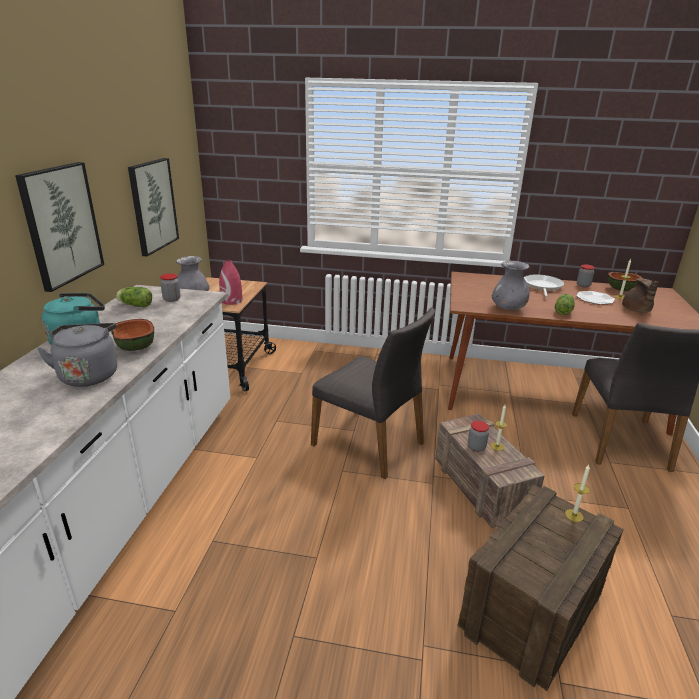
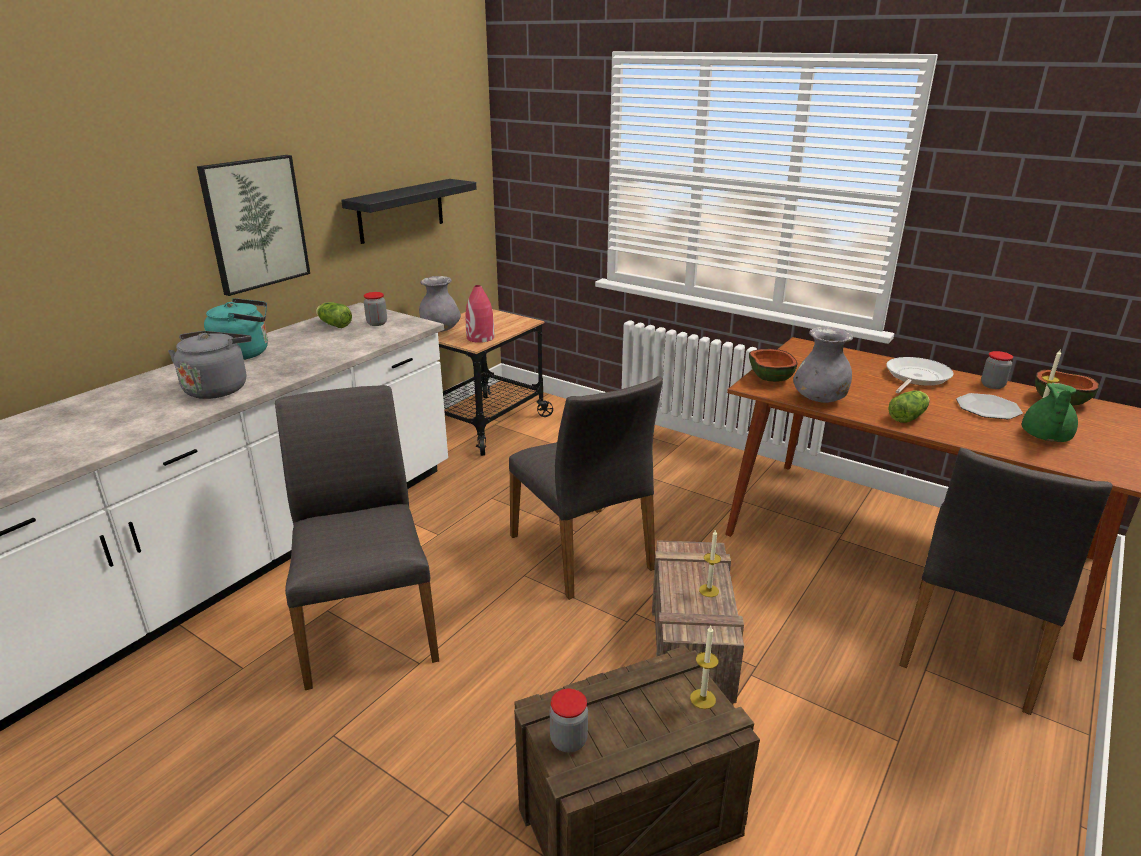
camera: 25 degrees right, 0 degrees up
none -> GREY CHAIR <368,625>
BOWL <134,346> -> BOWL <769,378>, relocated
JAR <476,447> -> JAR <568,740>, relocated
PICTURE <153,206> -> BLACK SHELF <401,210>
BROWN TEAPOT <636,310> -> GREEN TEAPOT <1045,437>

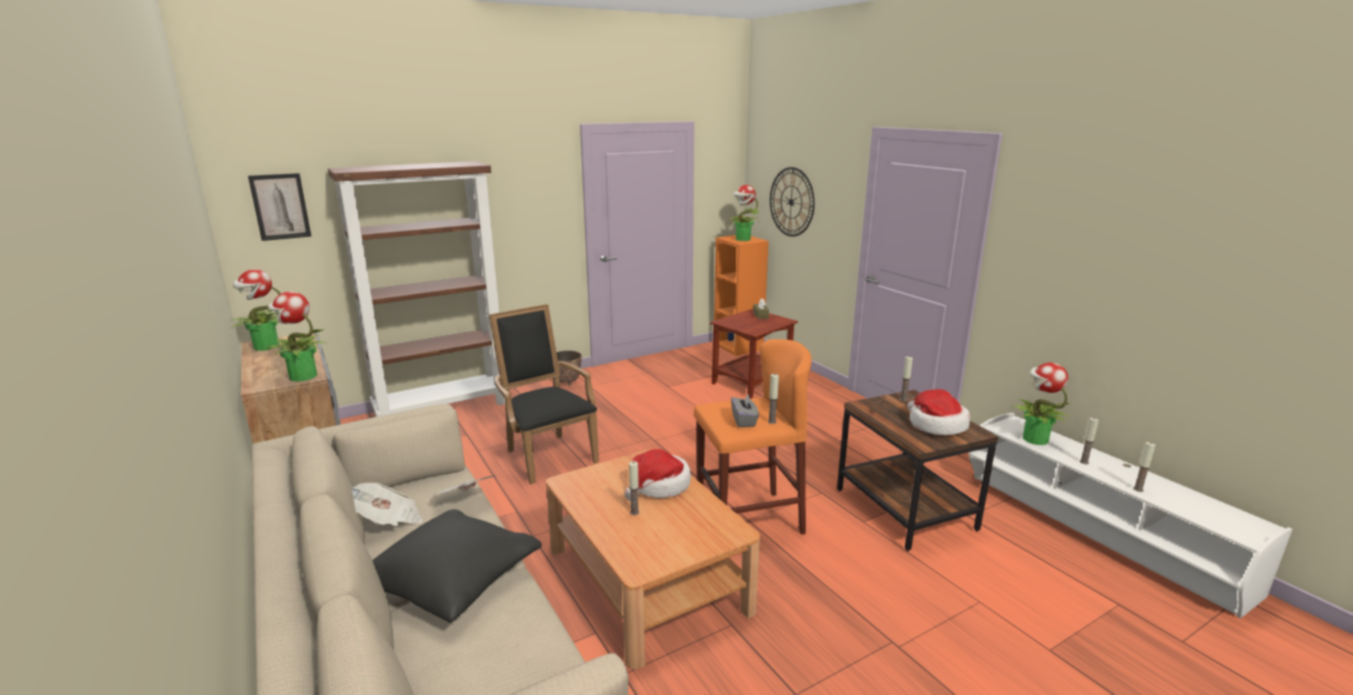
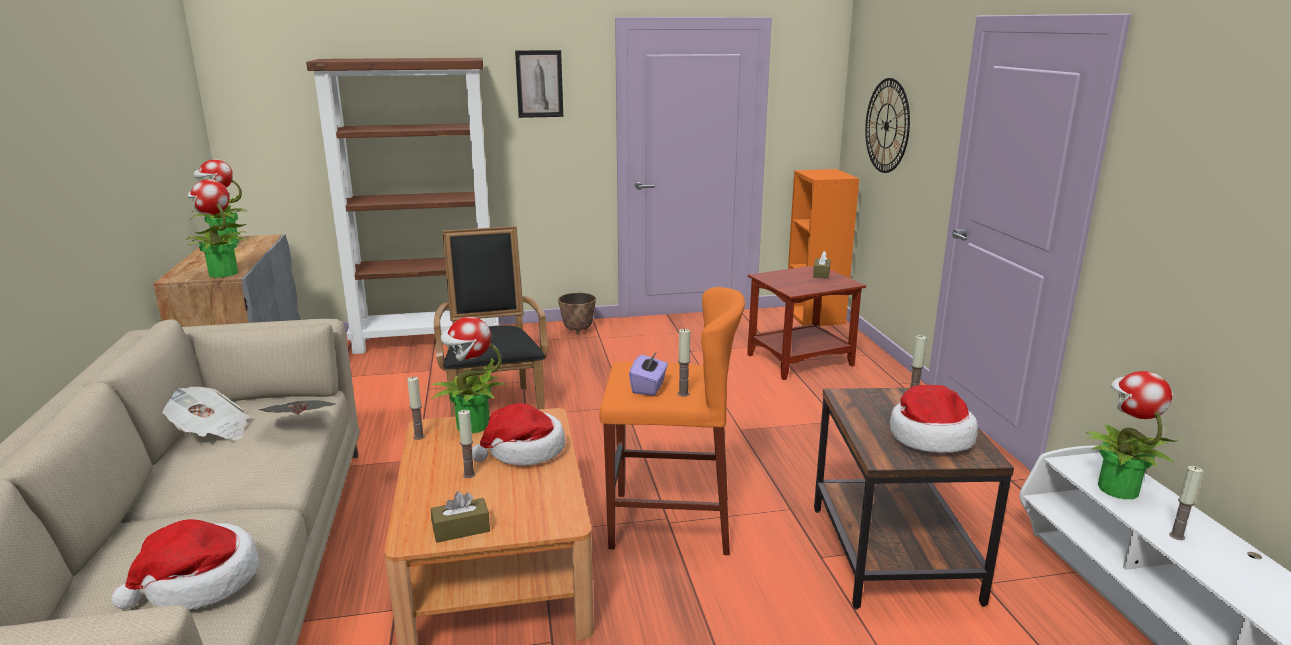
camera: 20 degrees right, 0 degrees up
BLACK PILLOW <453,580> -> none
none -> HAT <199,583>
none -> BROWN TISSUE BOX <461,529>
PICTURE <280,206> -> PICTURE <539,84>, relocated
POTTED PLANT <742,239> -> POTTED PLANT <471,425>, relocated
CANDLE <1138,489> -> CANDLE <419,437>, relocated
GREY TISSUE BOX <744,421> -> PURPLE TISSUE BOX <649,387>

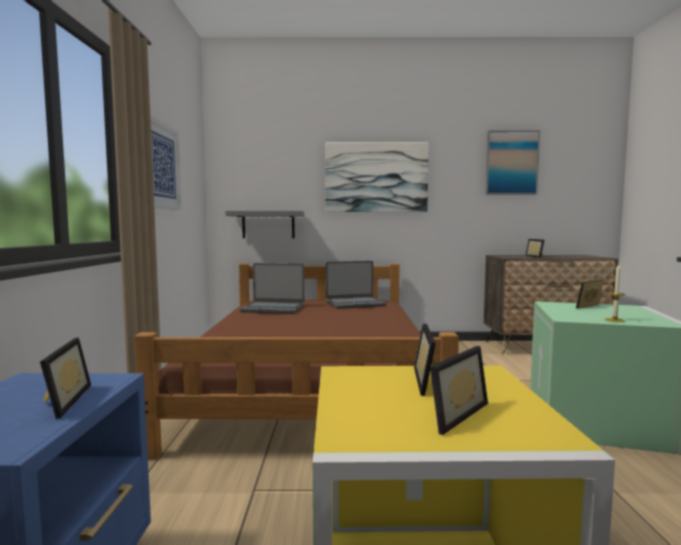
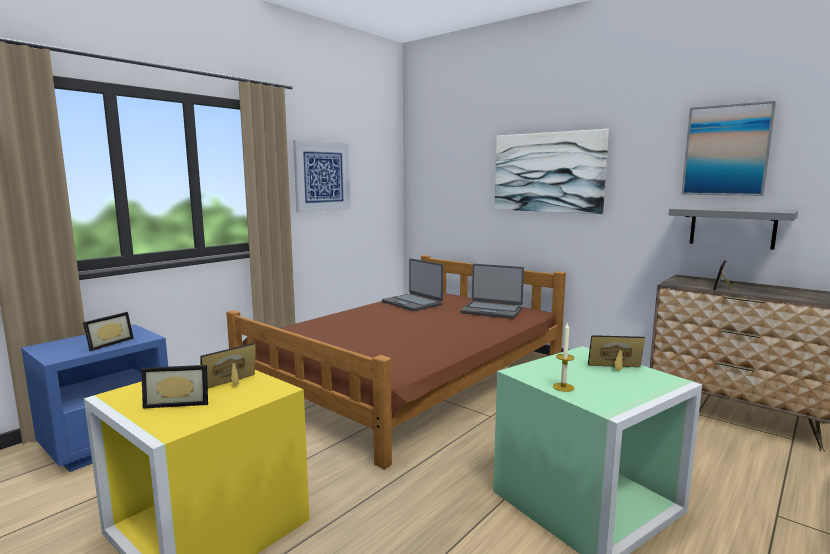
camera: 40 degrees right, 5 degrees up
GREY SHELF <268,224> -> GREY SHELF <732,227>, relocated

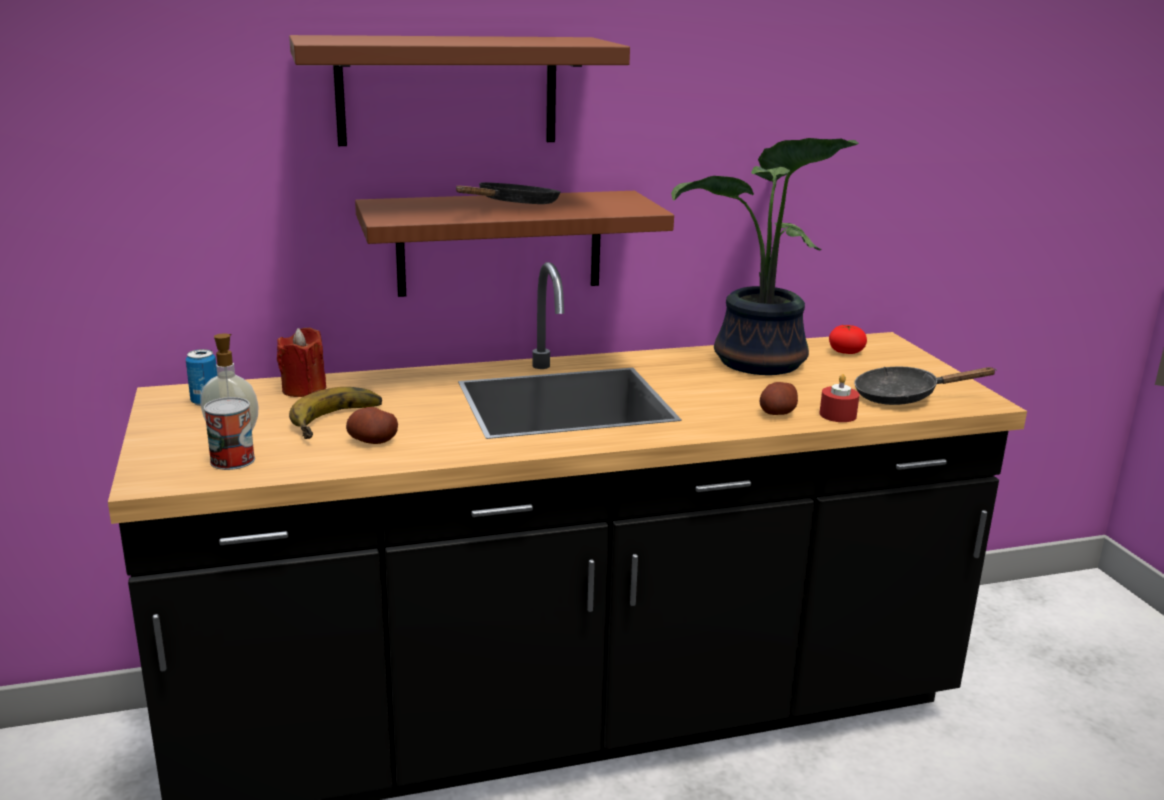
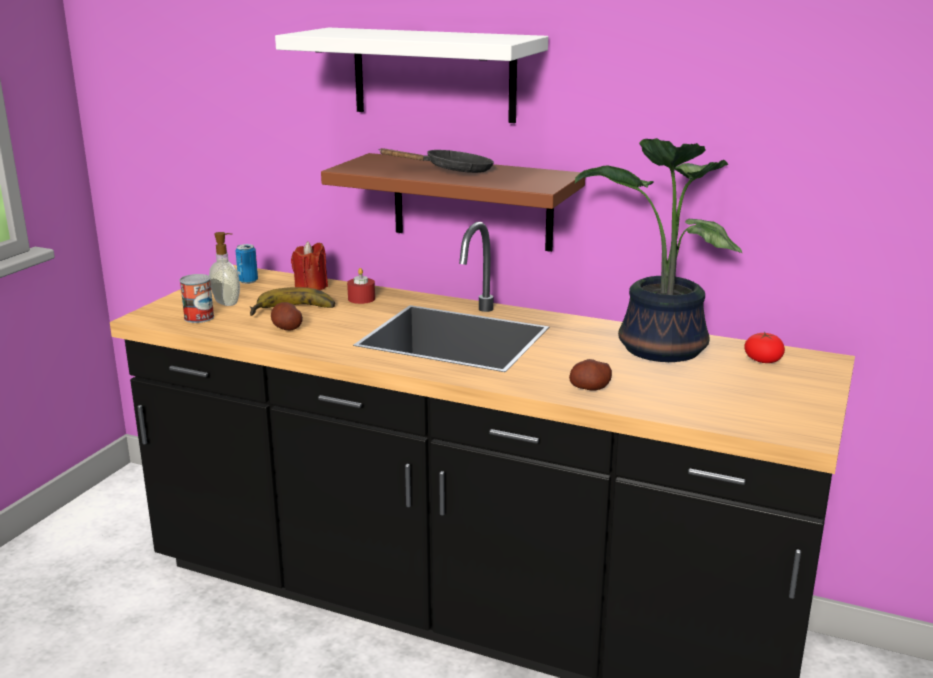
camera: 40 degrees right, 0 degrees up
BLACK FRYING PAN <903,397> -> none
RED CANDLE <837,415> -> RED CANDLE <361,299>, relocated
BROWN SHELF <447,90> -> WHITE SHELF <433,74>

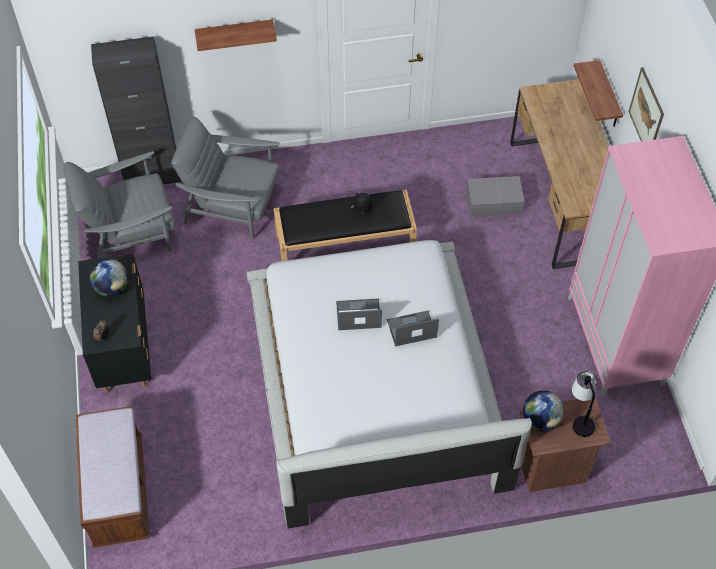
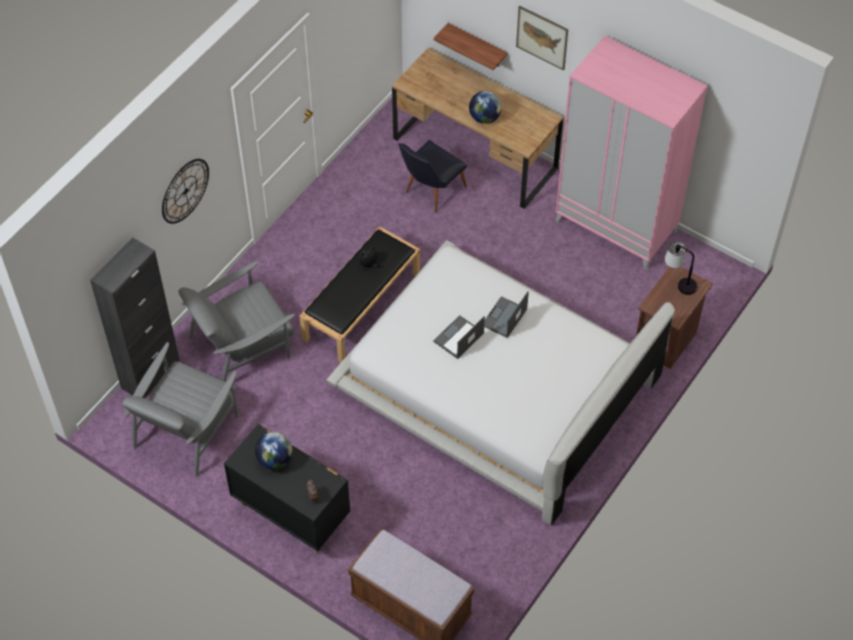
camera: 45 degrees left, 0 degrees up
GLOBE <540,420> -> GLOBE <484,118>, relocated
SHELF <235,34> -> WALL CLOCK <185,191>
GREY STORAGE BOX <493,201> -> BLACK CHAIR <430,192>

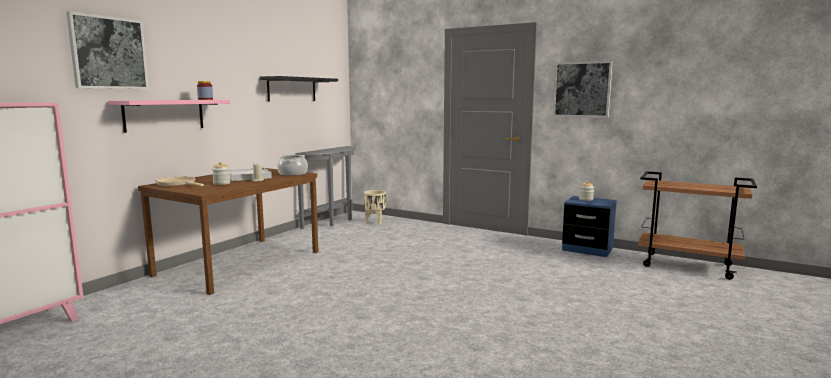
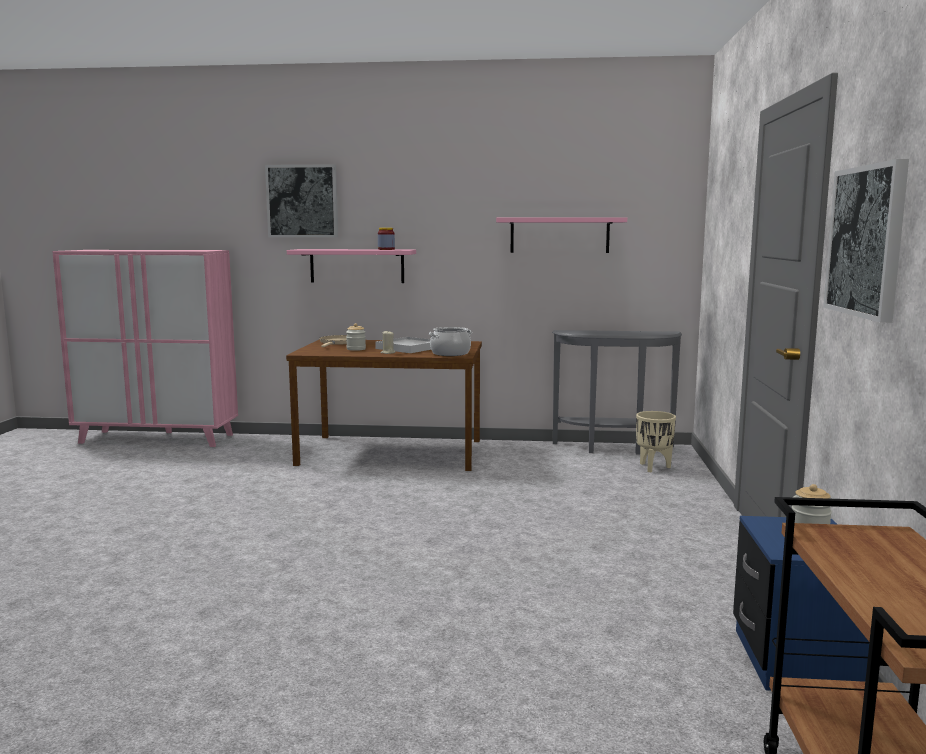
camera: 65 degrees right, 0 degrees up
BLACK SHELF <292,89> -> PINK SHELF <559,235>

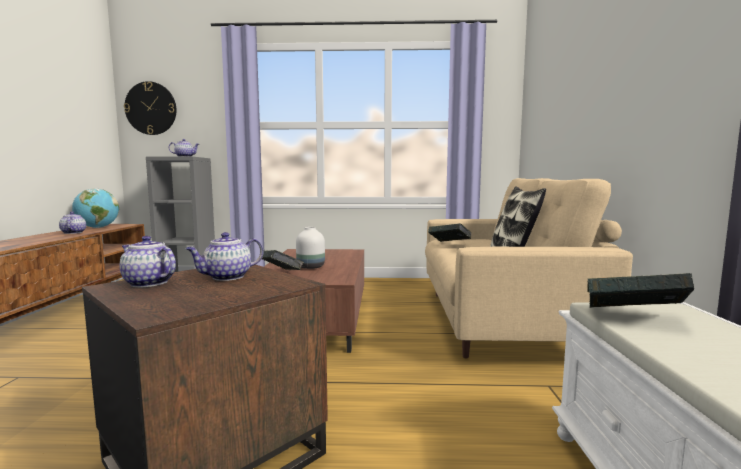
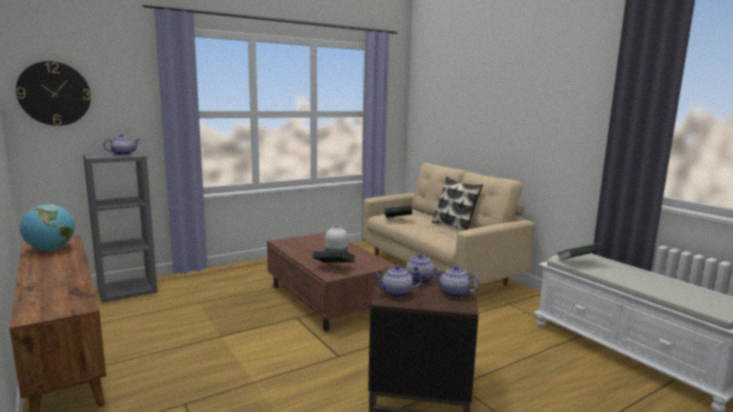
camera: 35 degrees left, 5 degrees up
TEAPOT <73,232> -> TEAPOT <453,293>, relocated

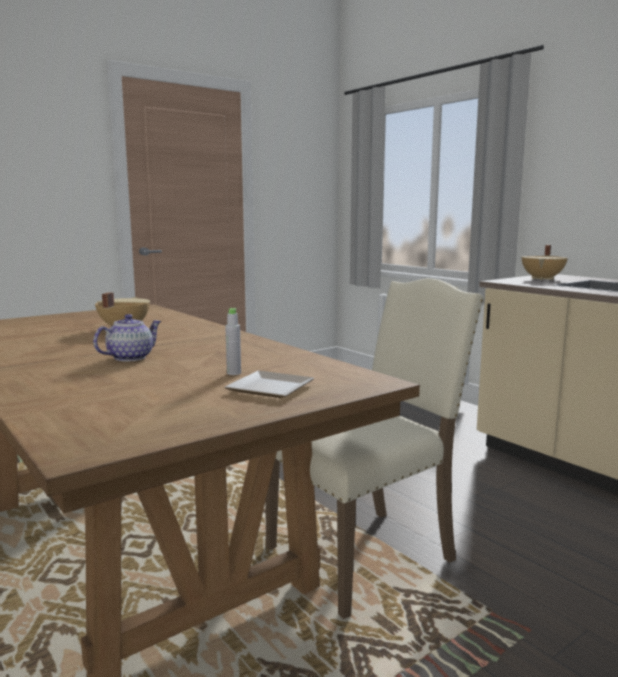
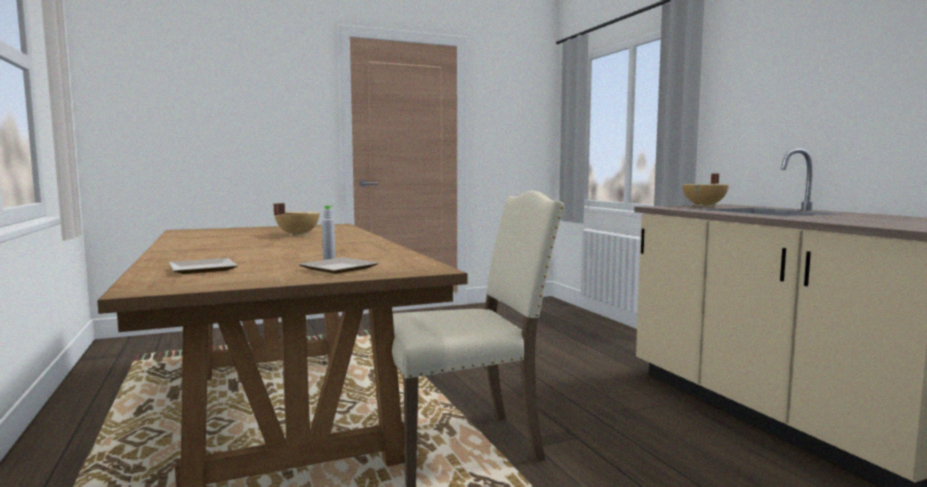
camera: 15 degrees right, 5 degrees down
TEAPOT <130,357> -> none
none -> PLATE <201,270>

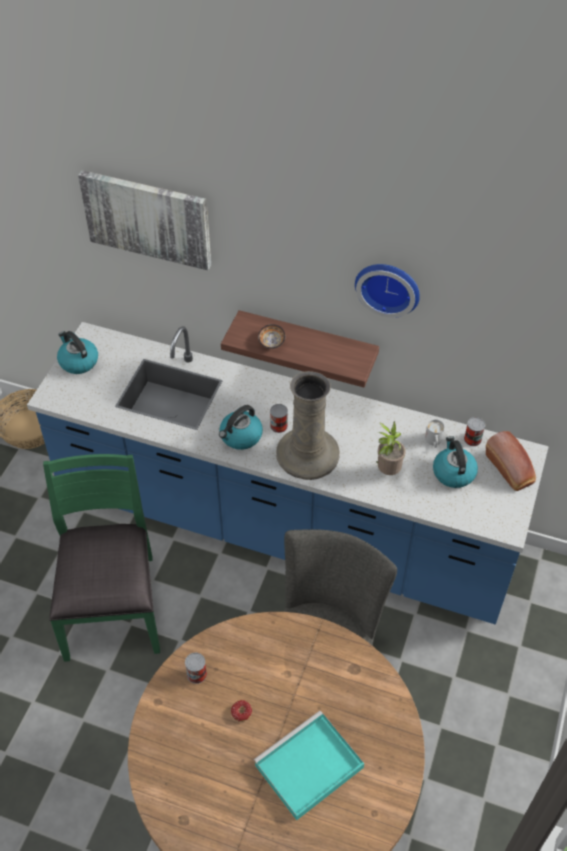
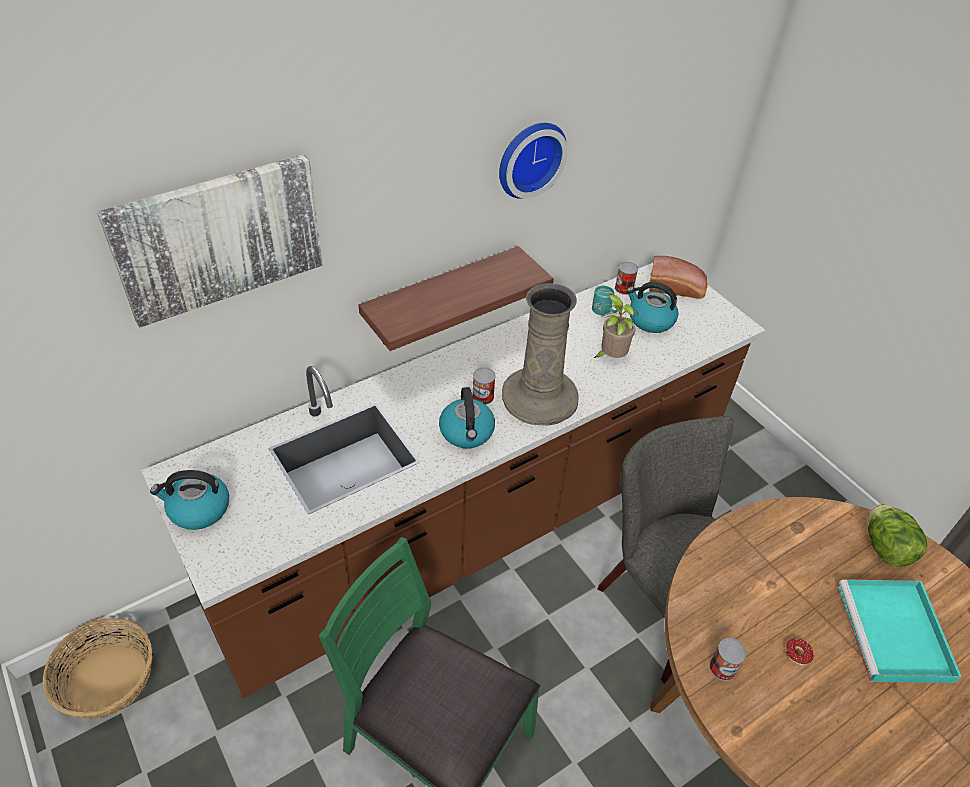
camera: 55 degrees left, 5 degrees down
BOWL <271,342> -> none
none -> LETTUCE <885,548>
BLUE COUNTER <283,526> -> BROWN COUNTER <477,525>
WHITE MUG <433,442> -> TURQUOISE MUG <605,311>

